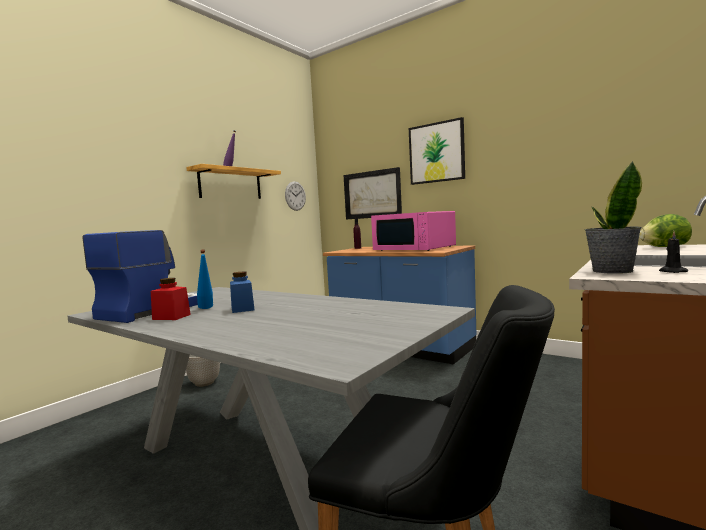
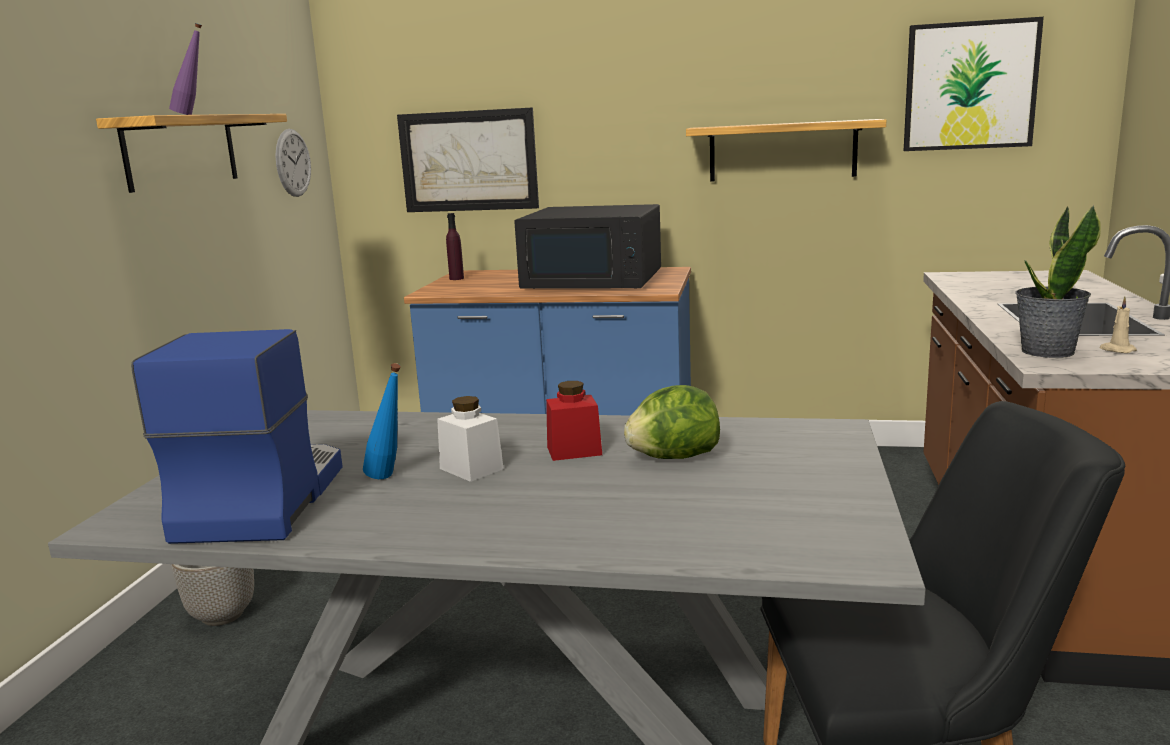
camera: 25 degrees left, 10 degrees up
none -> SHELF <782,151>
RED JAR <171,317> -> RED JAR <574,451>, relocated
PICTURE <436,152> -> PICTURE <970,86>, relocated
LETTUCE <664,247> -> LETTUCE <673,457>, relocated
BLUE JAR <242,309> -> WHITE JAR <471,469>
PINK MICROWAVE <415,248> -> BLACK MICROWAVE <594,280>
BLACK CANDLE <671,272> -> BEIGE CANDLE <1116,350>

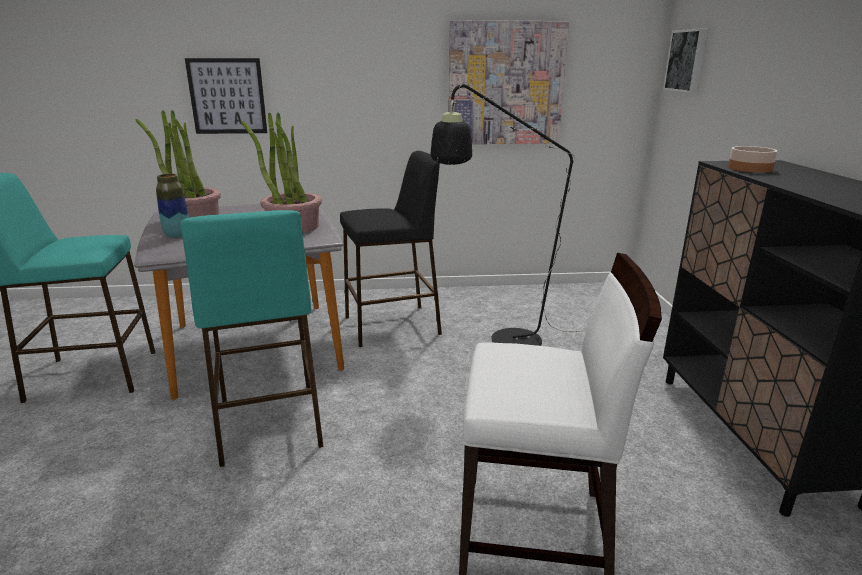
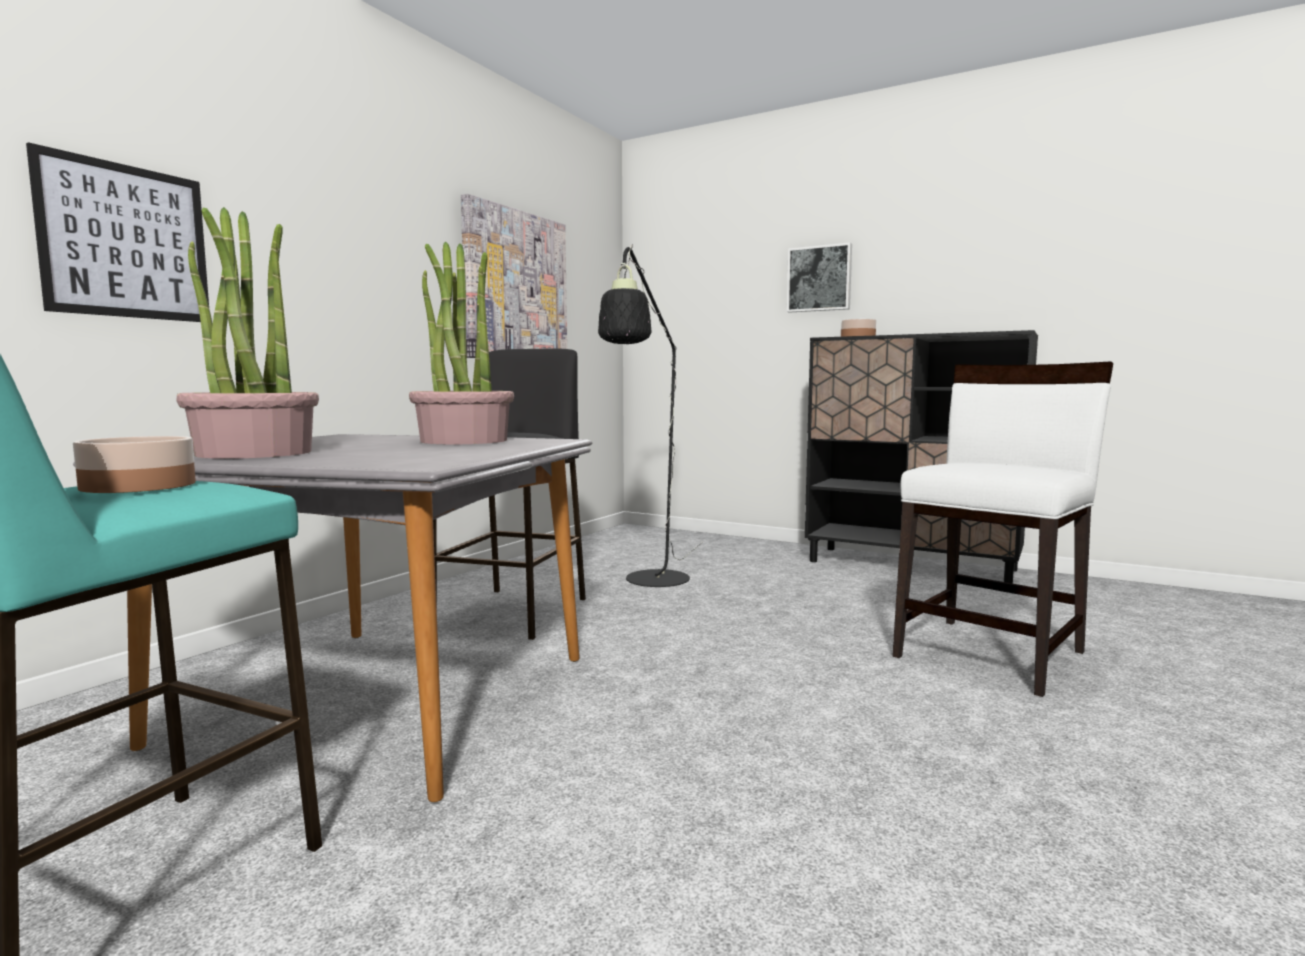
camera: 55 degrees left, 15 degrees down
VASE <177,236> -> none
TURQUOISE STOOL <269,422> -> none
none -> BOWL <138,485>
PICTURE <687,61> -> PICTURE <819,279>, relocated

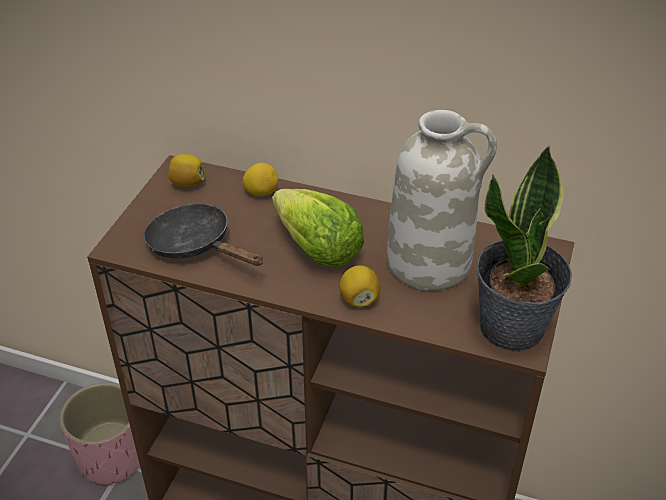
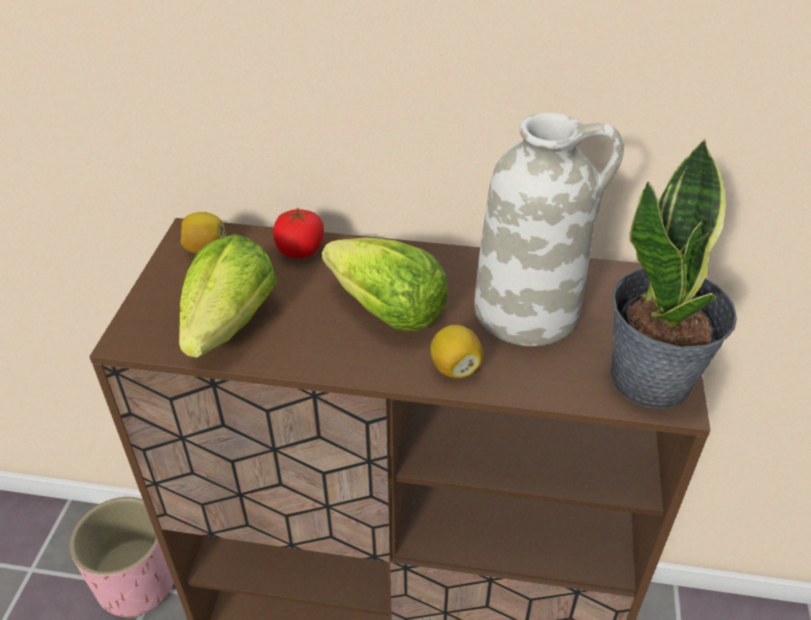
camera: 10 degrees left, 0 degrees up
BLACK FRYING PAN <195,245> -> LETTUCE <231,324>
LEMON <261,192> -> TOMATO <300,250>

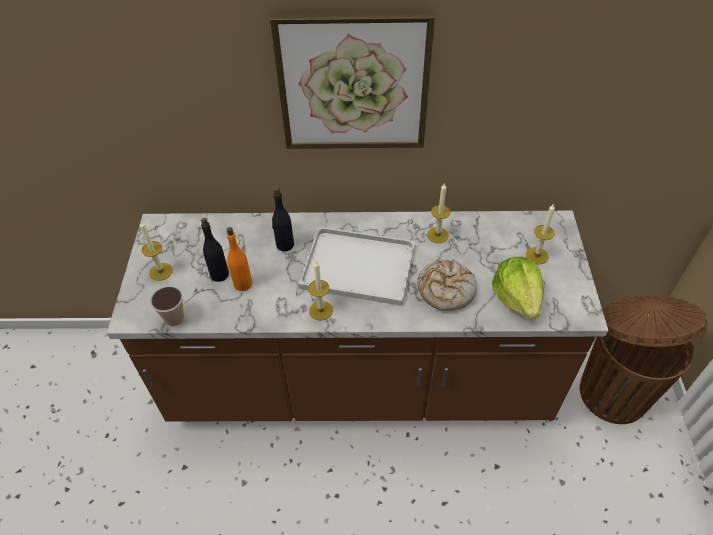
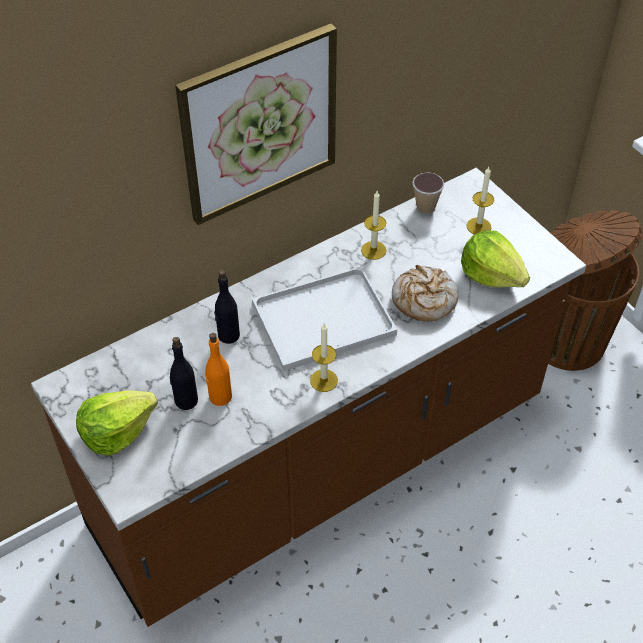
camera: 35 degrees left, 0 degrees up
CUP <174,318> -> CUP <425,207>, relocated
CANDLE <161,271> -> LETTUCE <117,431>

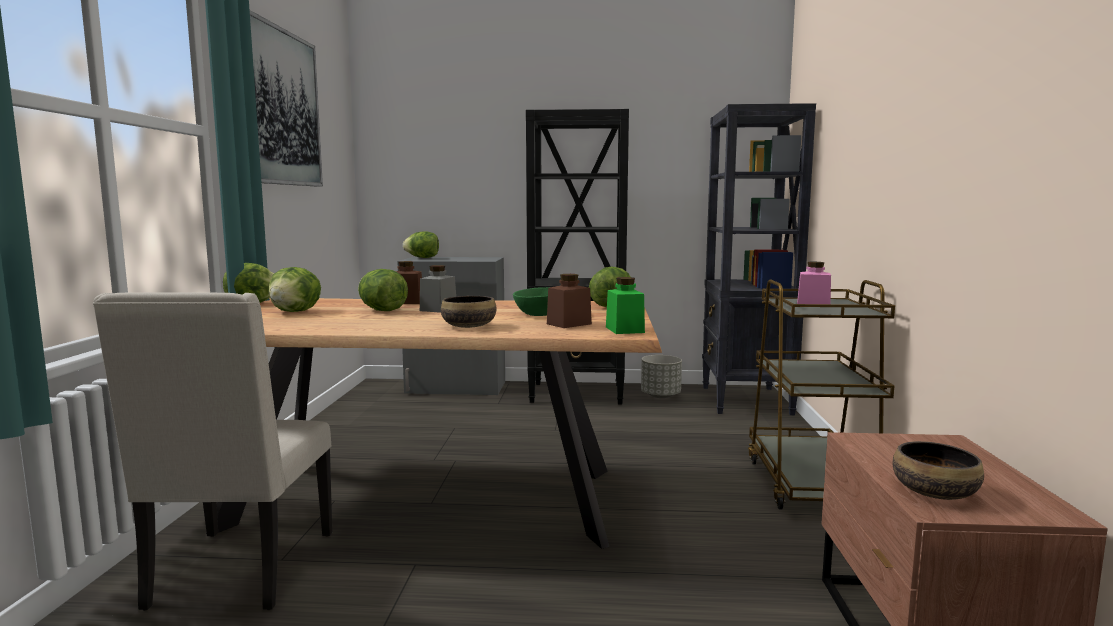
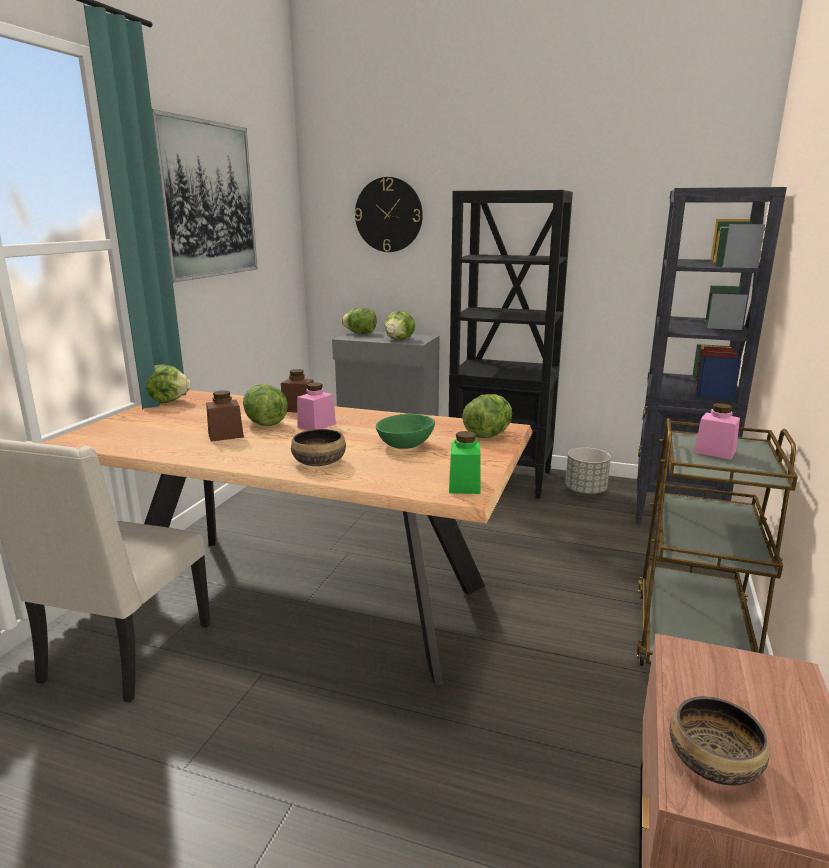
camera: 15 degrees right, 10 degrees up
none -> WALL CLOCK <388,215>
LETTUCE <296,312> -> LETTUCE <400,339>, relocated
BROWN JAR <569,324> -> BROWN JAR <225,435>, relocated
GREY JAR <438,309> -> PINK JAR <316,425>

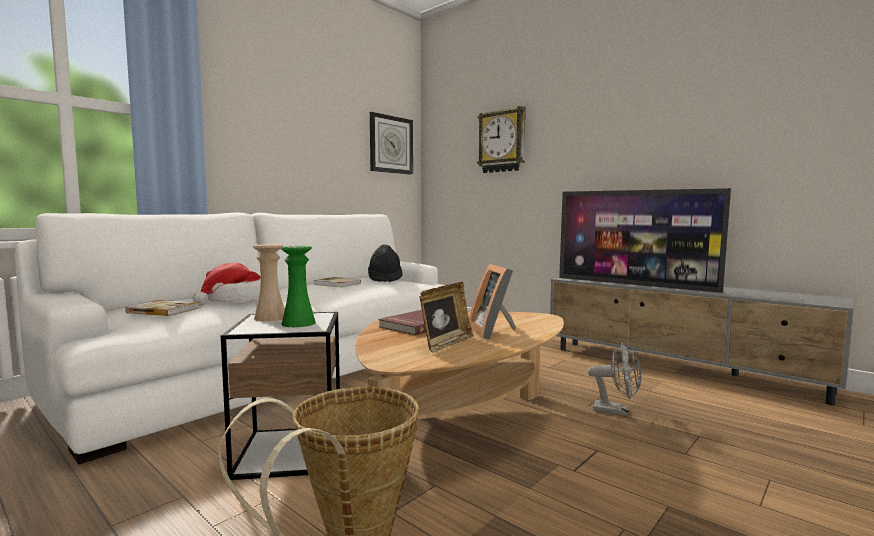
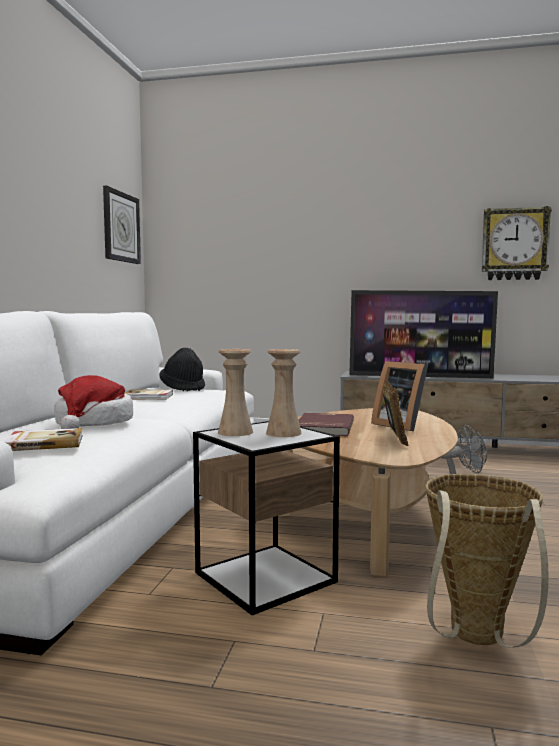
camera: 30 degrees left, 0 degrees up
WALL CLOCK <502,141> -> WALL CLOCK <514,244>, relocated
GREEN VASE <298,323> -> BEIGE VASE <283,433>

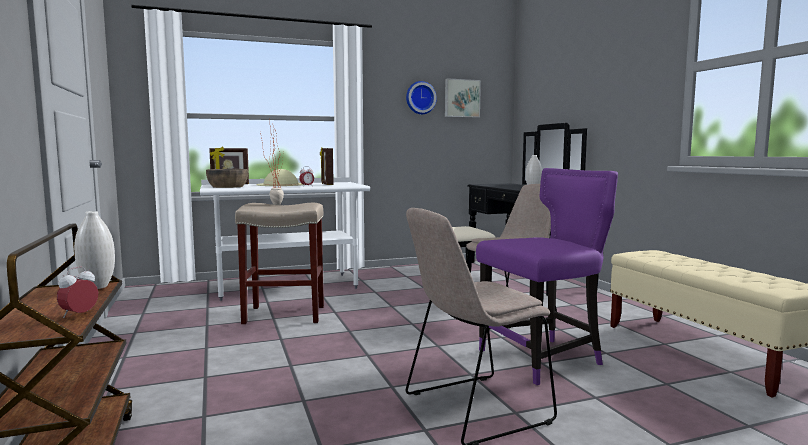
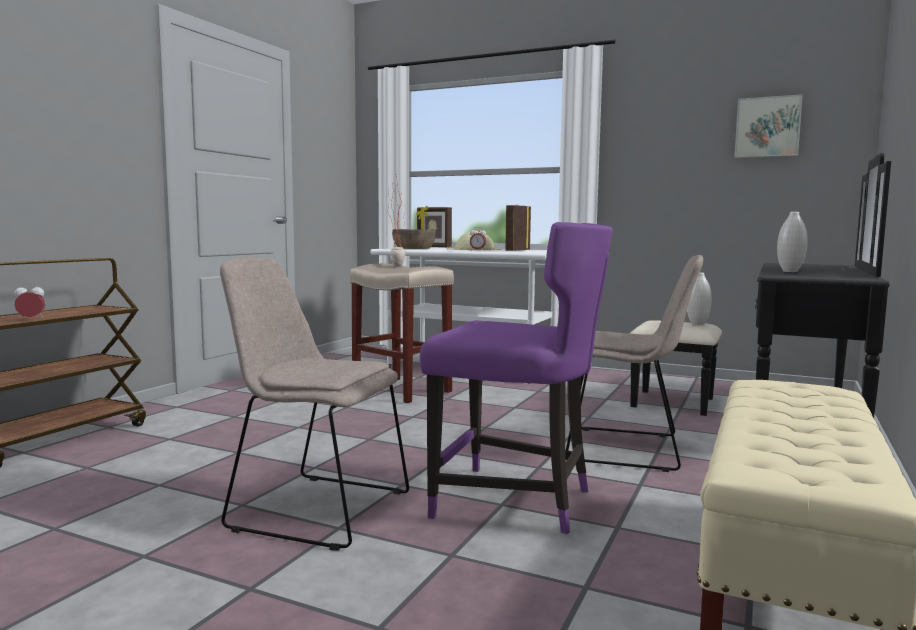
camera: 45 degrees right, 0 degrees up
WALL CLOCK <420,98> -> none
WHITE VASE <97,287> -> WHITE VASE <697,324>, relocated

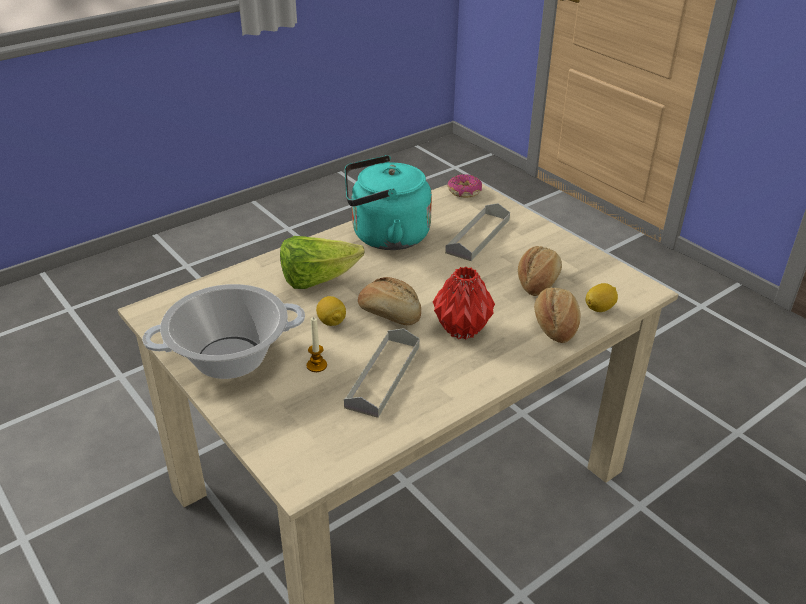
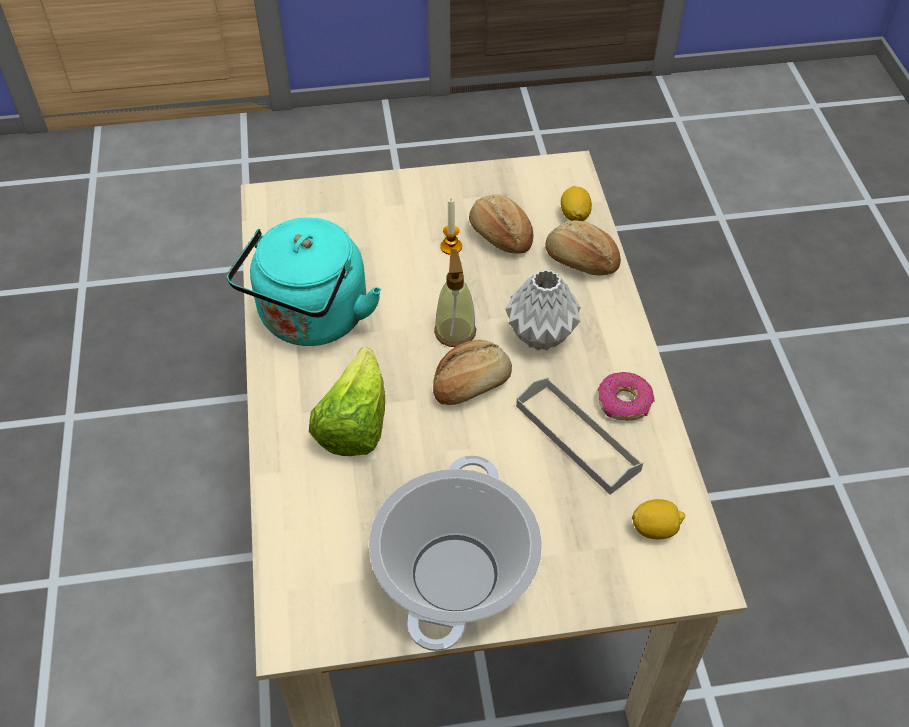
camera: 60 degrees left, 15 degrees up
GREY TRAY <478,236> -> none
none -> SOAP DISPENSER <455,331>
CANDLE <316,365> -> CANDLE <451,247>, relocated
LEMON <331,322> -> LEMON <655,529>, relocated
DONUT <464,192> -> DONUT <624,403>, relocated
RED VASE <463,329> -> GREY VASE <540,335>

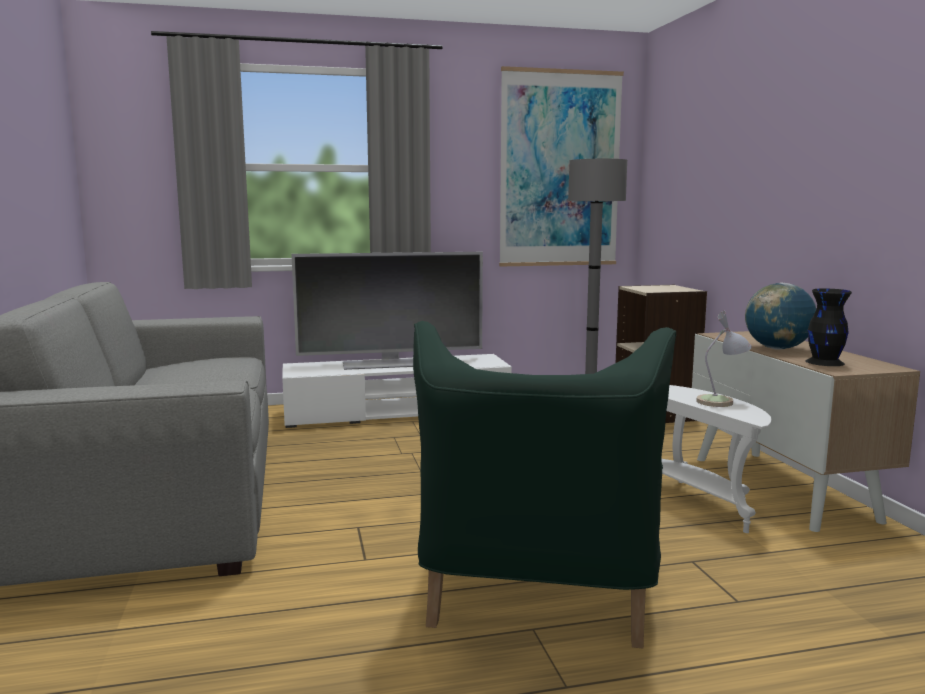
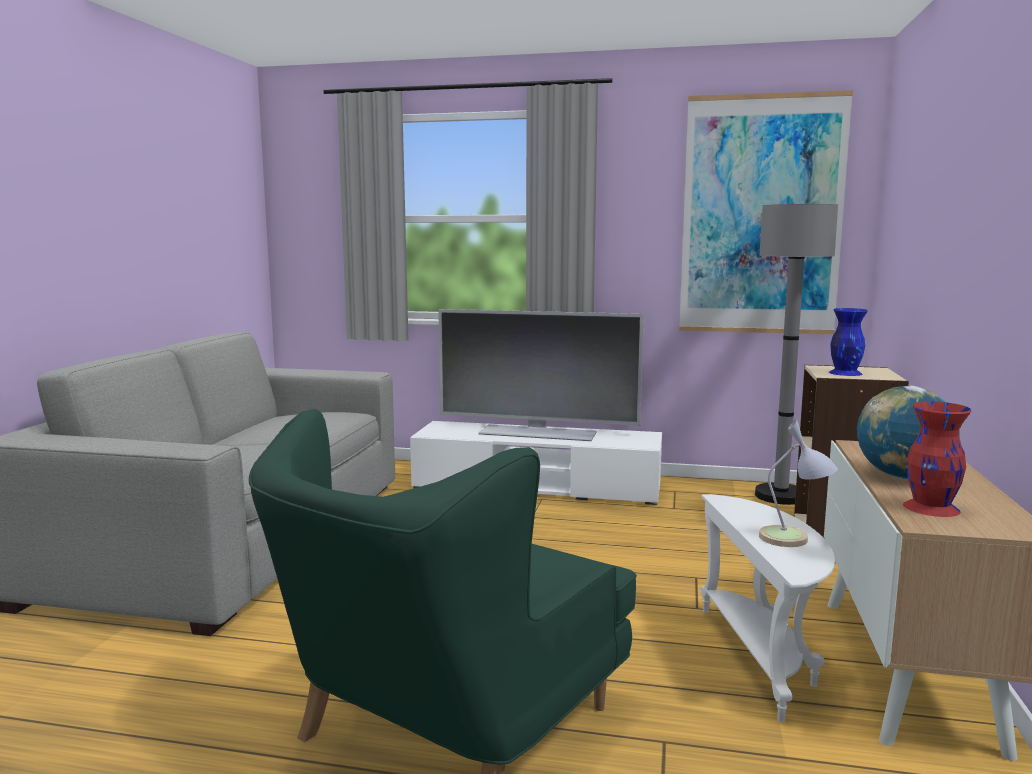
camera: 25 degrees right, 0 degrees up
none -> BLUE VASE <845,373>
BLACK VASE <825,362> -> RED VASE <931,508>

